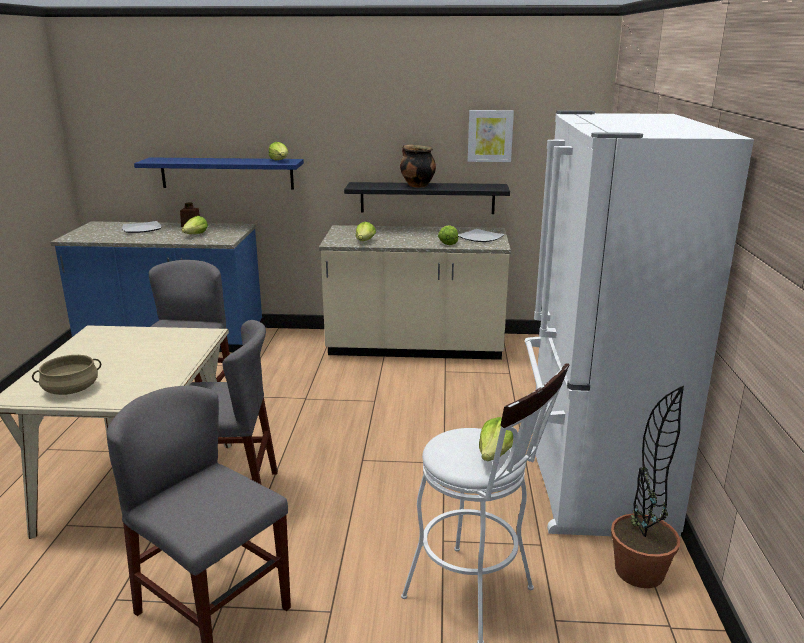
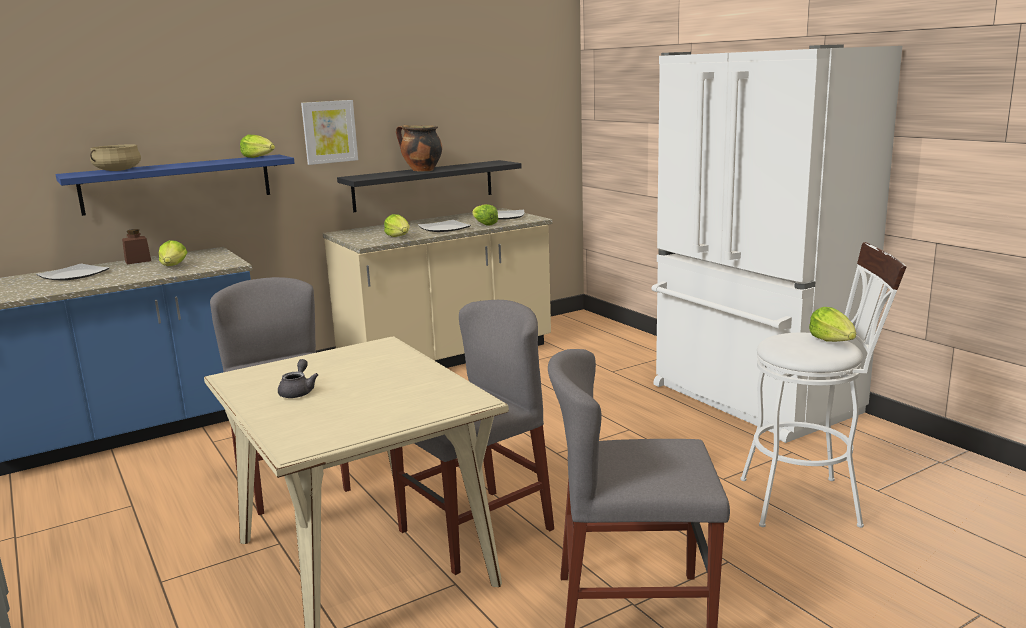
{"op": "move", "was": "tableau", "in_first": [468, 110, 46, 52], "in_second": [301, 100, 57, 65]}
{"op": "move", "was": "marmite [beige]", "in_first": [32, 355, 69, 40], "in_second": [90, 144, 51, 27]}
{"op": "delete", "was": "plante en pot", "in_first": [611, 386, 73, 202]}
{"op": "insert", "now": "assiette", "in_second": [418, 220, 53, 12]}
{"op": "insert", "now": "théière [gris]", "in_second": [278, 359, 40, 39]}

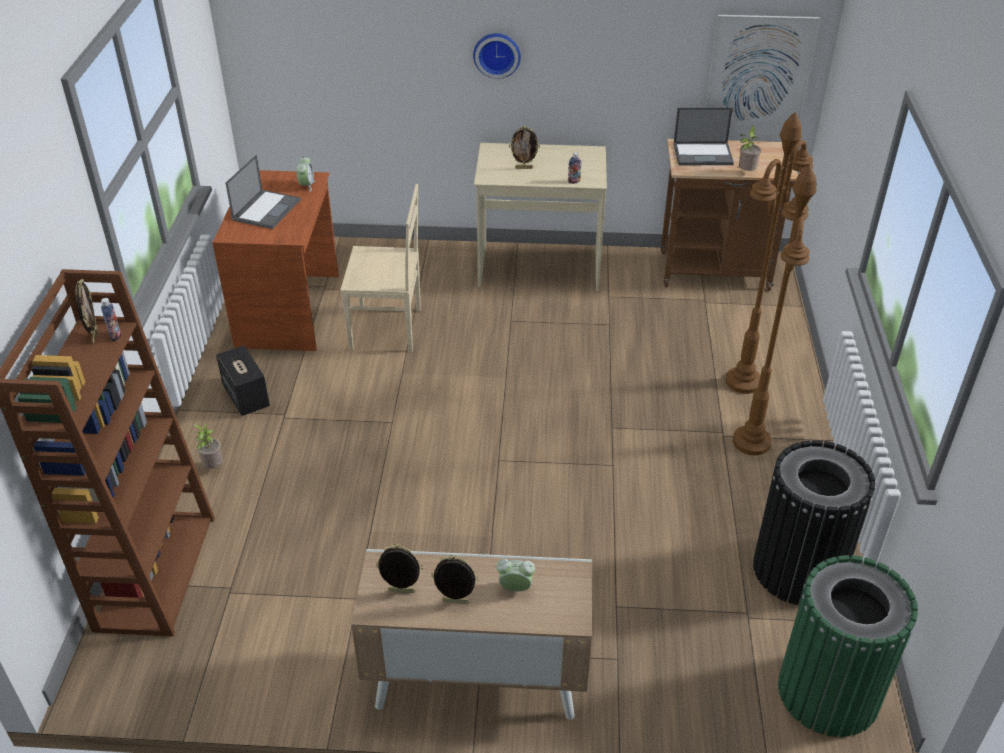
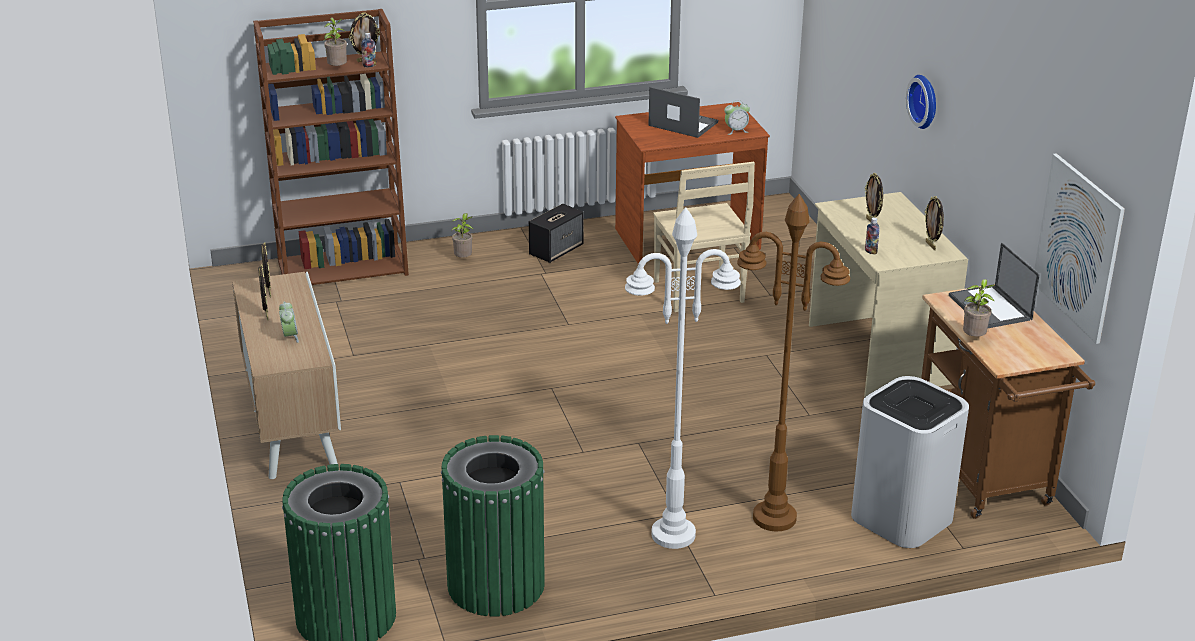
{"op": "rotate", "was": "ordinateur portable", "in_first": [226, 155, 75, 74], "in_second": [648, 87, 70, 51], "clockwise": -150}
{"op": "recolor", "was": "lampadaire [marron]", "now": "lampadaire [blanc]", "in_first": [733, 165, 83, 291], "in_second": [625, 207, 116, 342]}
{"op": "recolor", "was": "poubelle [noir]", "now": "poubelle [vert]", "in_first": [753, 440, 122, 165], "in_second": [441, 435, 104, 181]}
{"op": "insert", "now": "plante en pot", "in_second": [324, 17, 23, 49]}
{"op": "insert", "now": "cadre photo", "in_second": [925, 196, 19, 54]}
{"op": "insert", "now": "poubelle [blanc]", "in_second": [851, 376, 118, 172]}

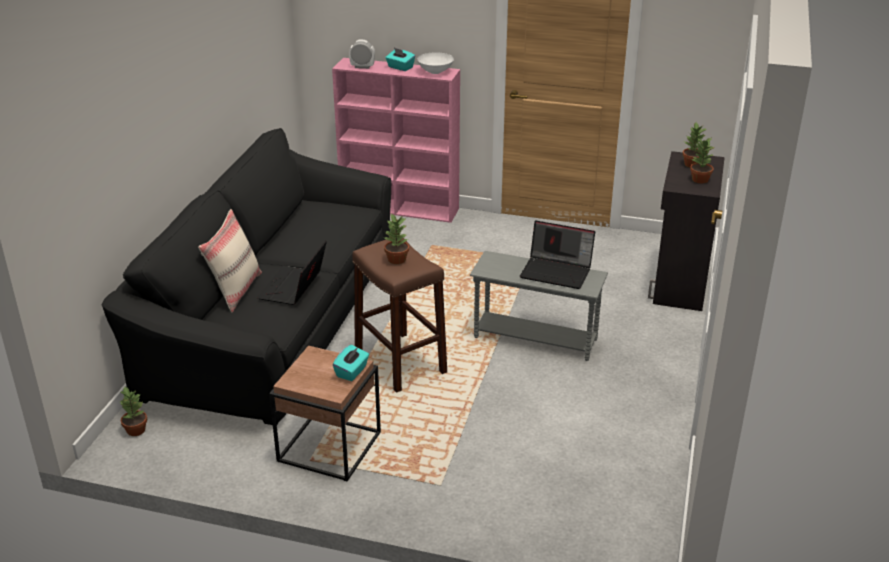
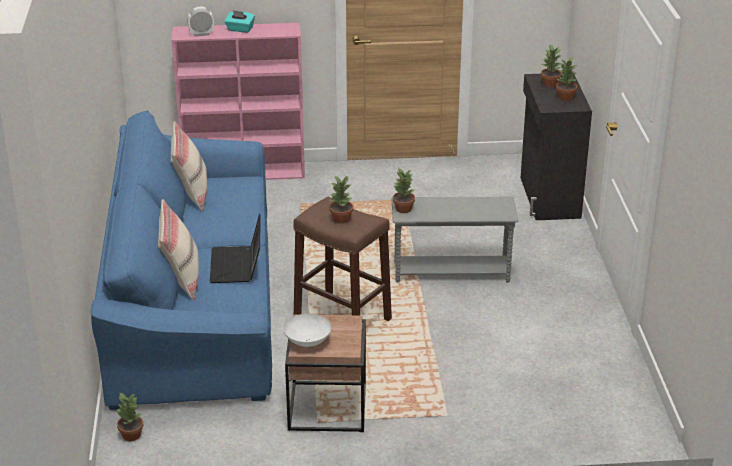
{"op": "move", "was": "bol [blanc]", "in_first": [417, 52, 37, 22], "in_second": [283, 314, 48, 33]}
{"op": "recolor", "was": "canapé [noir]", "now": "canapé [bleu]", "in_first": [102, 128, 289, 297], "in_second": [91, 110, 181, 300]}
{"op": "delete", "was": "ordinateur portable", "in_first": [520, 220, 75, 69]}
{"op": "delete", "was": "boîte à mouchoirs [turquoise]", "in_first": [333, 345, 36, 36]}
{"op": "insert", "now": "coussin [beige]", "in_second": [171, 121, 36, 90]}
{"op": "insert", "now": "plante en pot", "in_second": [393, 168, 22, 45]}

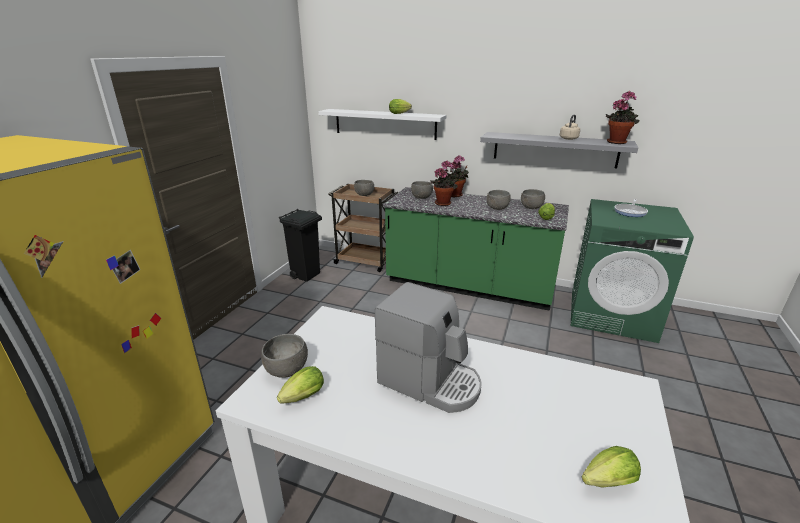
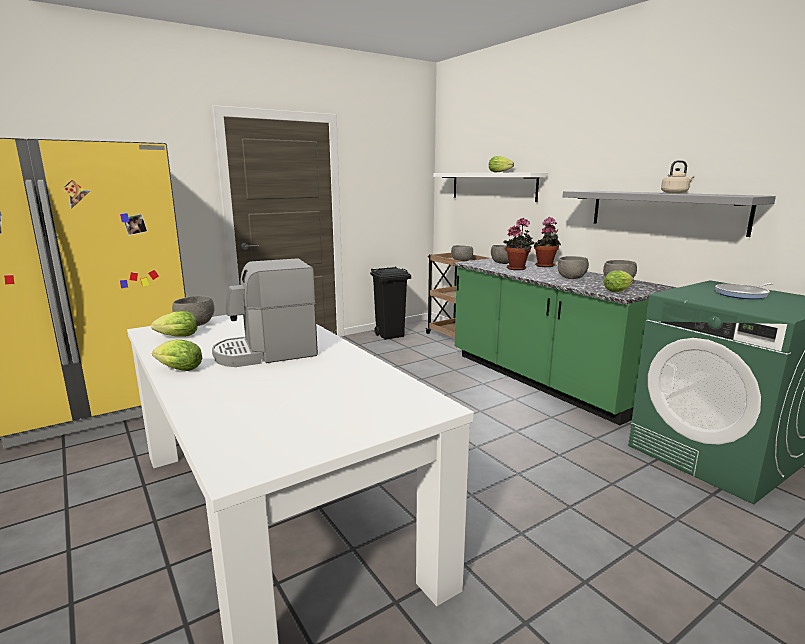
{"op": "delete", "was": "plante en pot", "in_first": [606, 91, 33, 53]}
{"op": "rotate", "was": "machine à café", "in_first": [375, 282, 107, 131], "in_second": [212, 258, 106, 109], "clockwise": 90}
{"op": "move", "was": "laitue", "in_first": [582, 446, 59, 42], "in_second": [152, 340, 50, 31]}

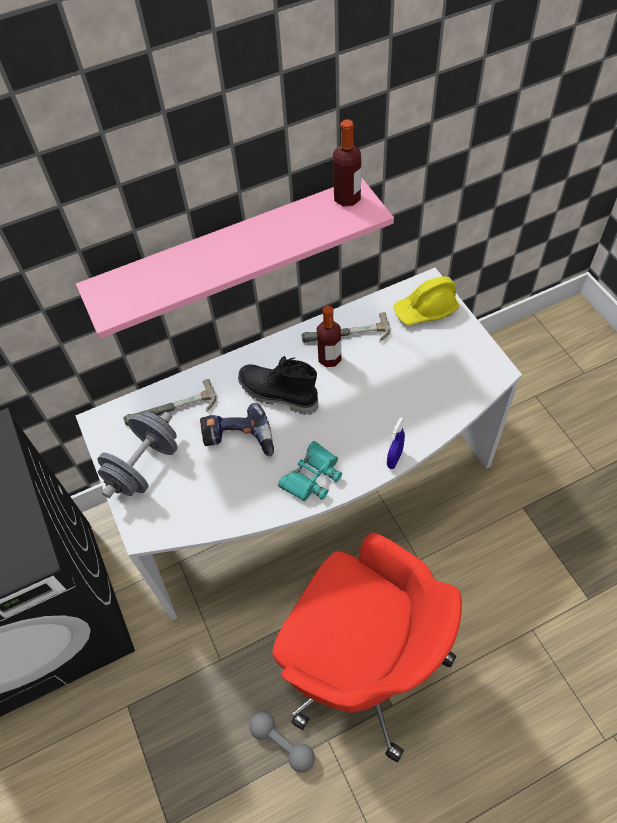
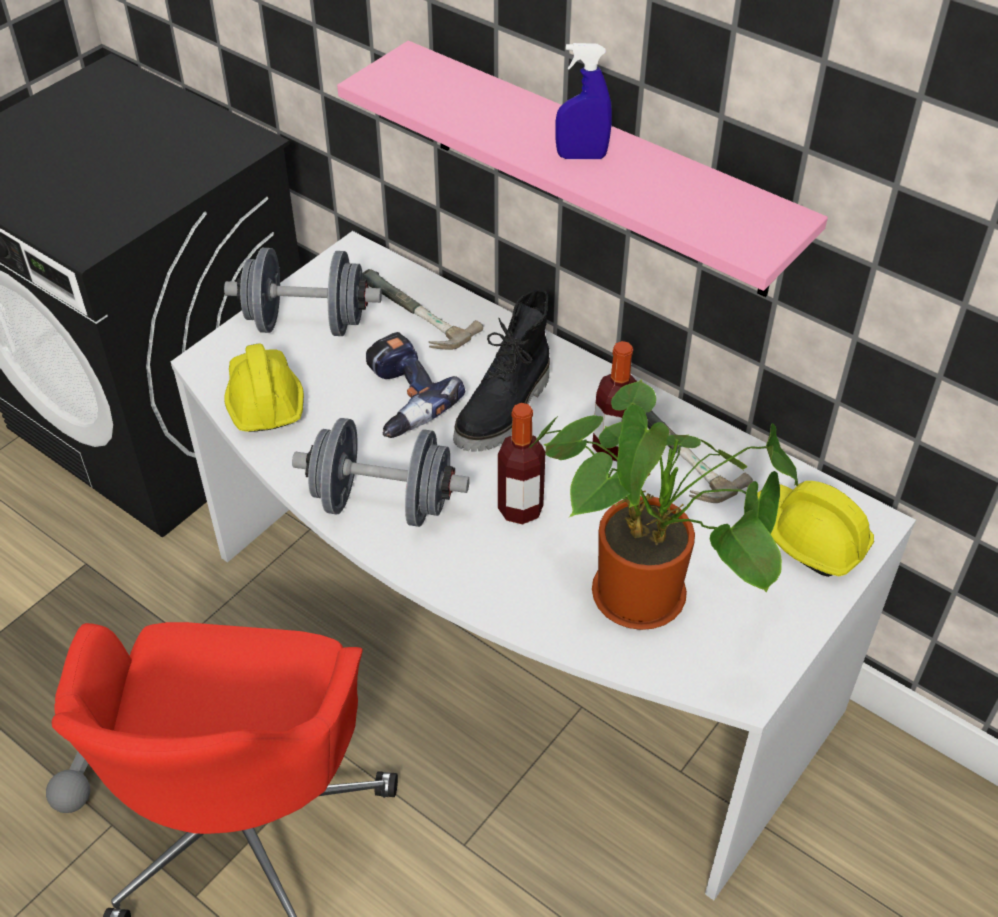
{"op": "move", "was": "bouteille", "in_first": [333, 119, 28, 88], "in_second": [498, 403, 47, 121]}
{"op": "rotate", "was": "botte [noir]", "in_first": [238, 356, 80, 59], "in_second": [453, 290, 97, 162], "clockwise": -150}
{"op": "move", "was": "vaporisateur [bleu]", "in_first": [387, 417, 18, 52], "in_second": [555, 43, 57, 116]}
{"op": "replace", "was": "jumelles [turquoise]", "now": "haltère [gris]", "in_first": [278, 441, 64, 60], "in_second": [292, 418, 178, 109]}
{"op": "insert", "now": "casque de chantier [jaune]", "in_second": [225, 343, 79, 89]}
{"op": "insert", "now": "plante en pot", "in_second": [529, 379, 269, 251]}

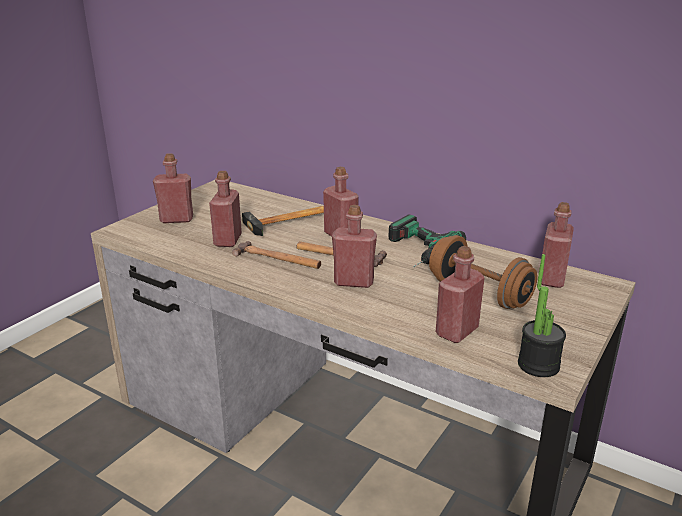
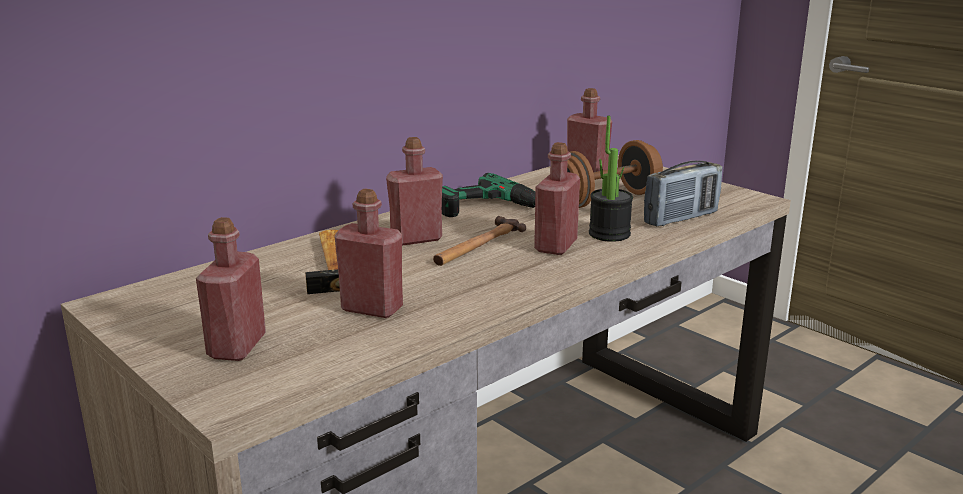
{"op": "delete", "was": "marteau", "in_first": [232, 241, 89, 28]}
{"op": "replace", "was": "bouteille [rouge]", "now": "radio", "in_first": [436, 246, 49, 97], "in_second": [644, 161, 78, 66]}
{"op": "move", "was": "plante en pot", "in_first": [518, 254, 48, 123], "in_second": [589, 116, 44, 126]}

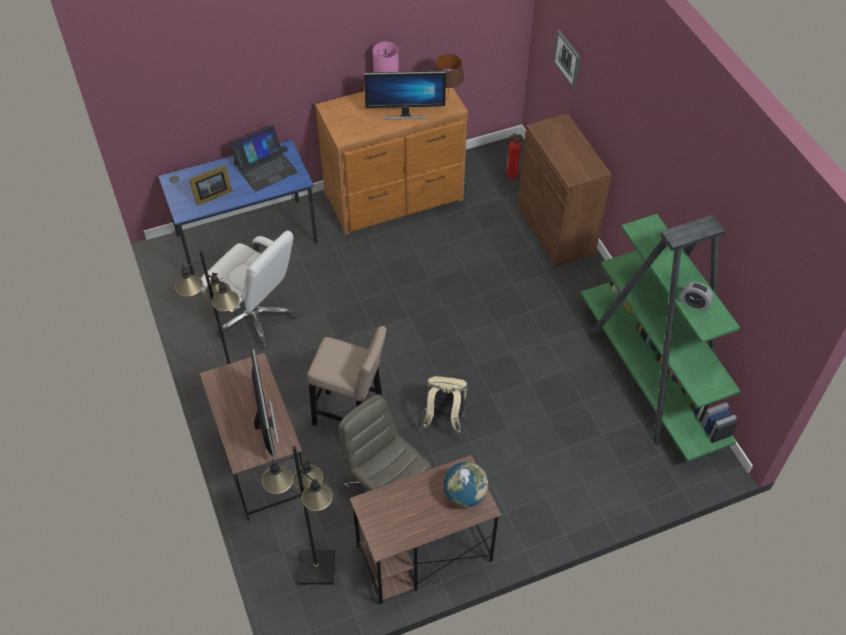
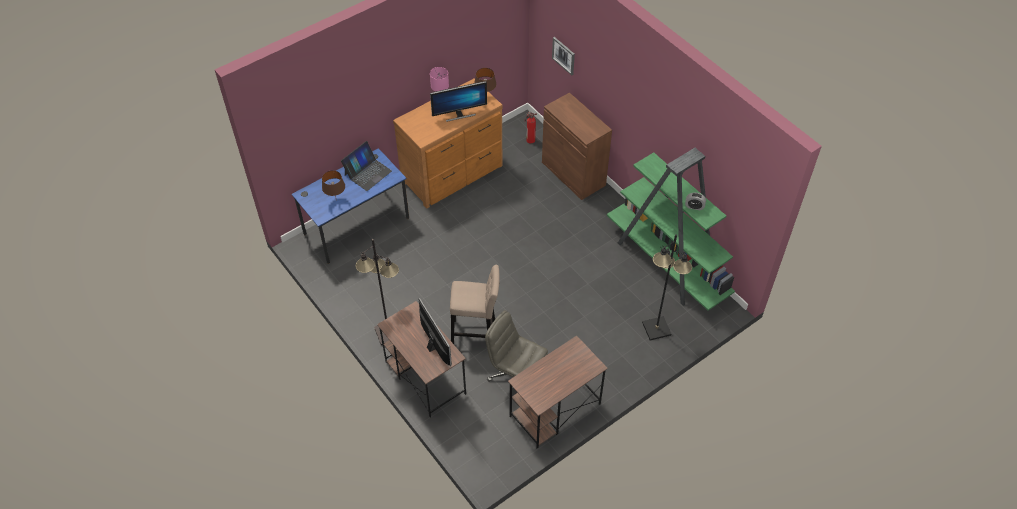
{"op": "replace", "was": "cadre photo", "now": "lampe de table [marron]", "in_first": [189, 165, 43, 41], "in_second": [322, 170, 23, 31]}
{"op": "delete", "was": "chaise de bureau [blanc]", "in_first": [201, 231, 95, 118]}
{"op": "delete", "was": "sac à dos [beige]", "in_first": [423, 376, 45, 57]}
{"op": "move", "was": "lampadaire [noir]", "in_first": [262, 446, 73, 139], "in_second": [642, 234, 50, 107]}
{"op": "delete", "was": "globe", "in_first": [444, 462, 44, 45]}

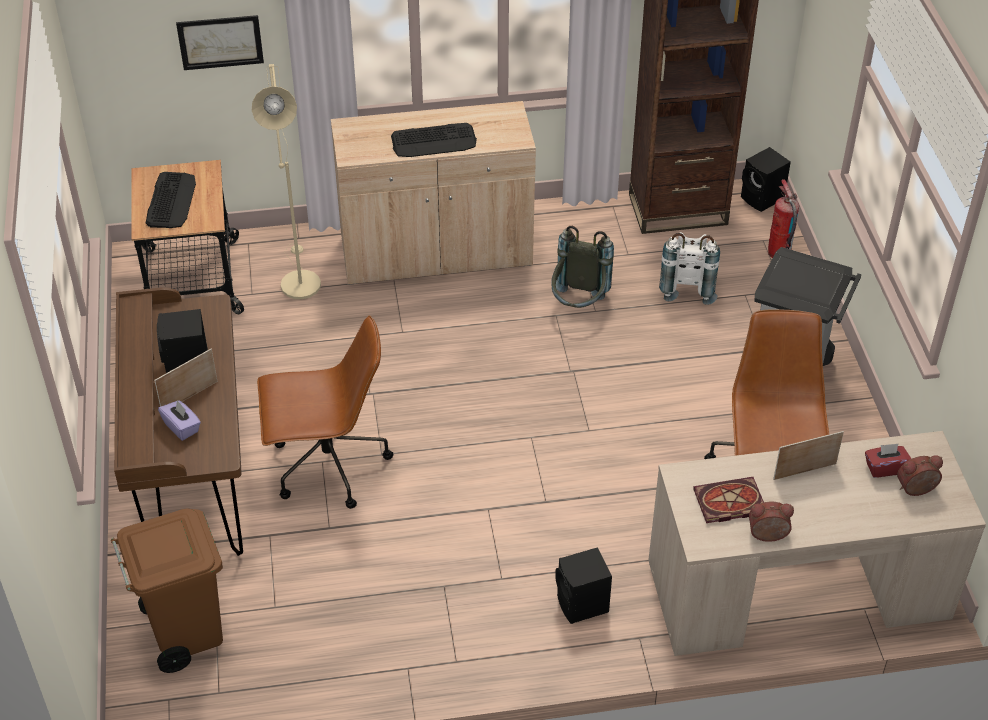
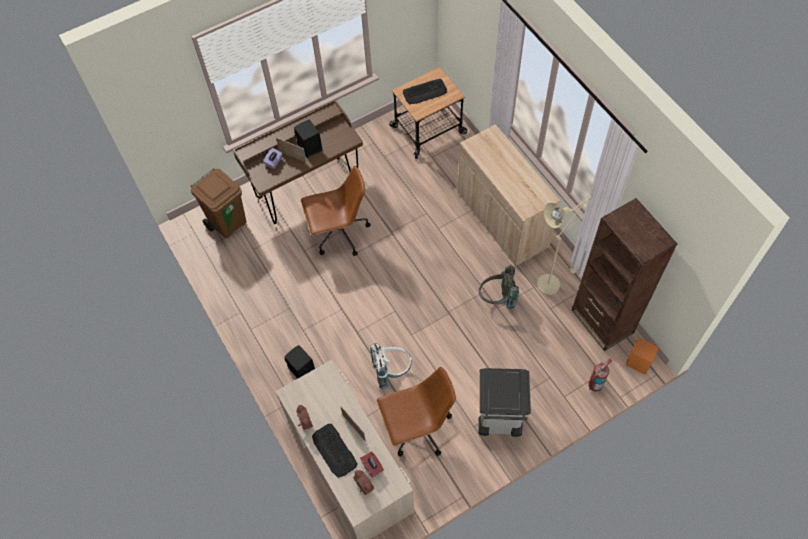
{"op": "delete", "was": "tableau", "in_first": [176, 15, 88, 55]}
{"op": "move", "was": "lampadaire [beige]", "in_first": [252, 64, 69, 235], "in_second": [537, 195, 54, 100]}
{"op": "move", "was": "clavier", "in_first": [391, 123, 86, 34], "in_second": [312, 424, 45, 54]}
{"op": "recolor", "was": "enceinte [noir]", "now": "enceinte [orange]", "in_first": [741, 147, 50, 65], "in_second": [626, 338, 33, 36]}
{"op": "move", "was": "sac à dos [blanc]", "in_first": [659, 232, 61, 73], "in_second": [370, 343, 42, 47]}
{"op": "rotate", "was": "chaise de bureau [marron]", "in_first": [257, 315, 136, 194], "in_second": [301, 166, 70, 90], "clockwise": -75}
{"op": "delete", "was": "livre", "in_first": [693, 477, 71, 46]}

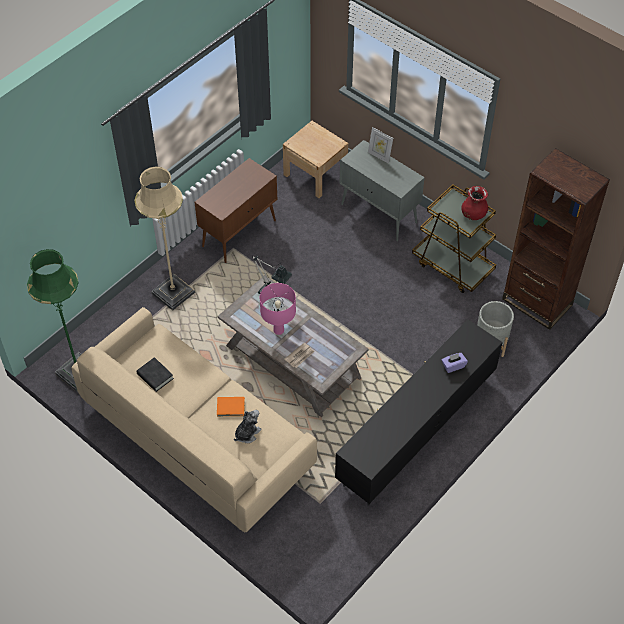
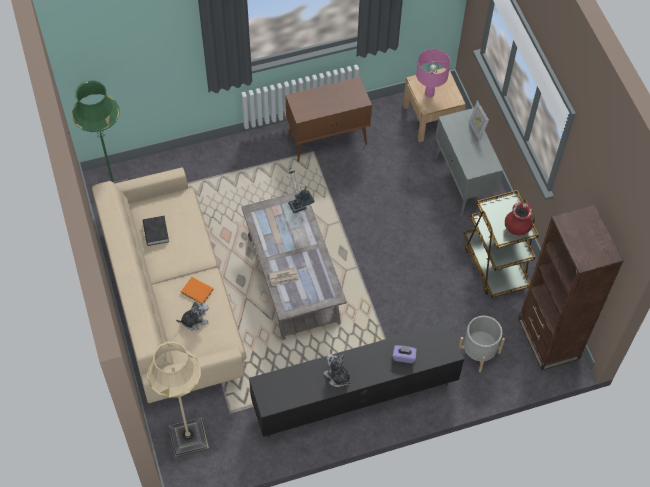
{"op": "move", "was": "lampadaire [beige]", "in_first": [134, 166, 61, 145], "in_second": [147, 341, 62, 117]}
{"op": "move", "was": "lampe de table [rose]", "in_first": [260, 283, 36, 52], "in_second": [416, 49, 34, 48]}
{"op": "insert", "now": "peluche", "in_second": [323, 353, 29, 34]}

